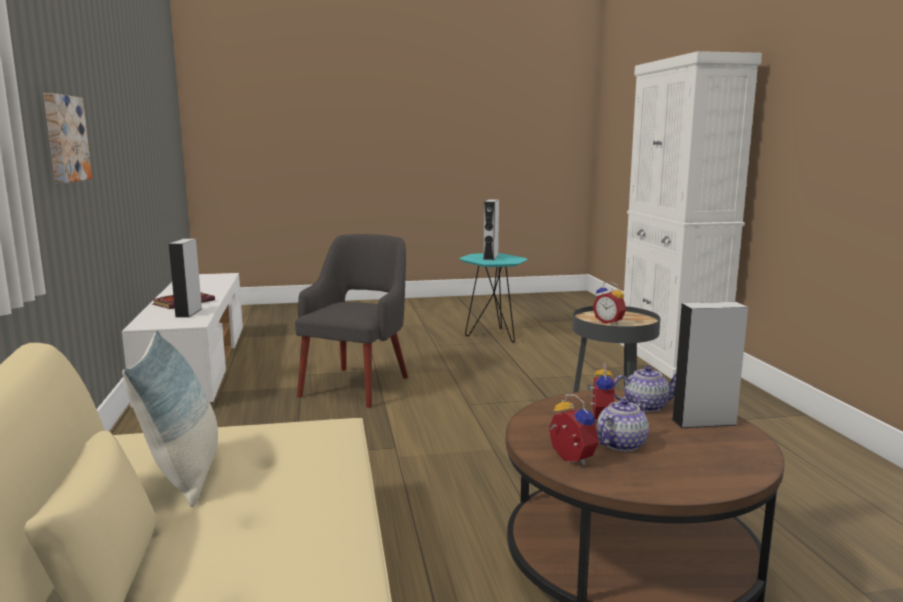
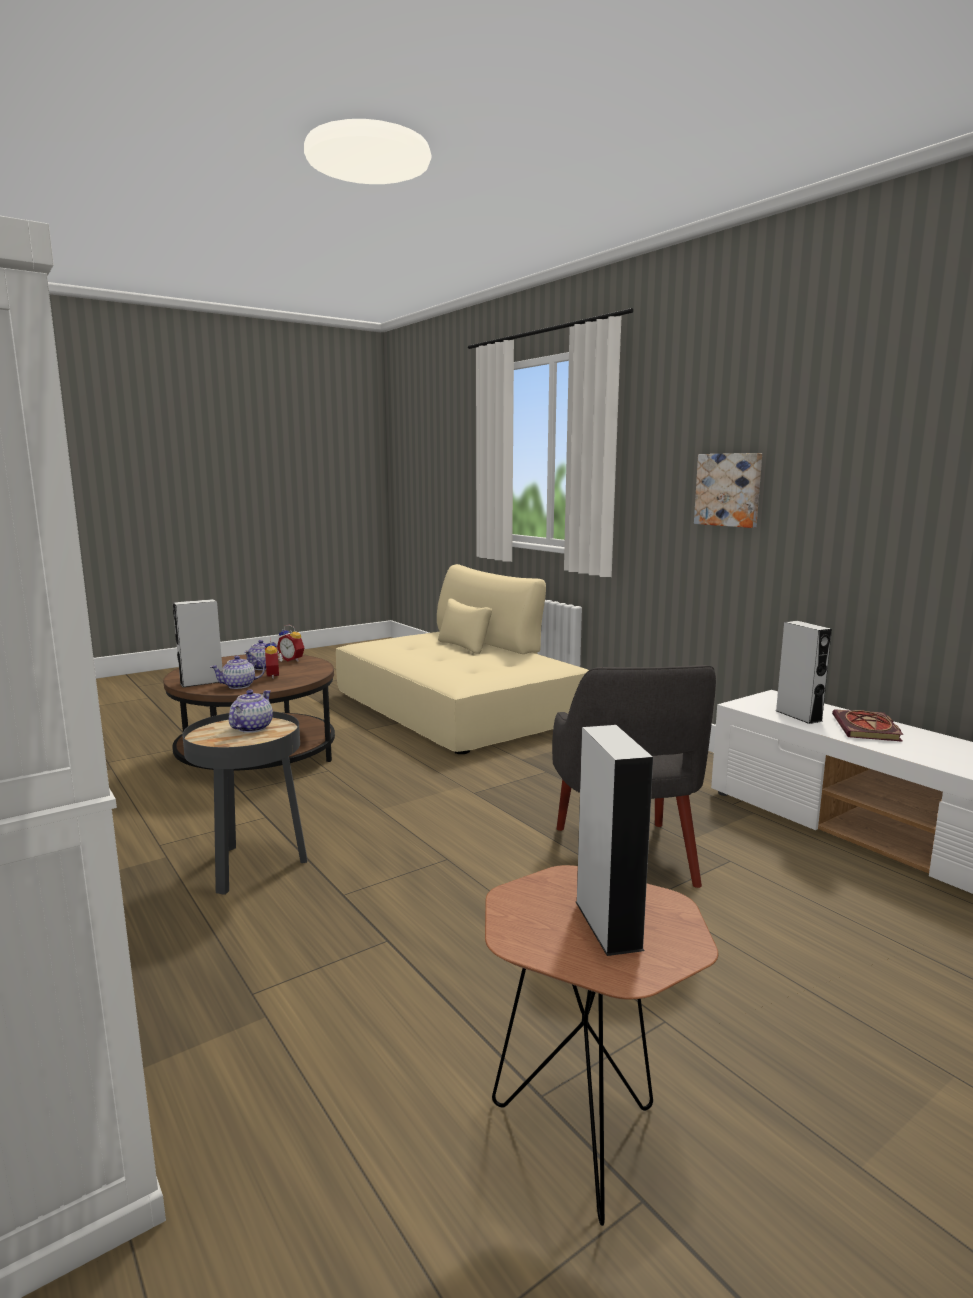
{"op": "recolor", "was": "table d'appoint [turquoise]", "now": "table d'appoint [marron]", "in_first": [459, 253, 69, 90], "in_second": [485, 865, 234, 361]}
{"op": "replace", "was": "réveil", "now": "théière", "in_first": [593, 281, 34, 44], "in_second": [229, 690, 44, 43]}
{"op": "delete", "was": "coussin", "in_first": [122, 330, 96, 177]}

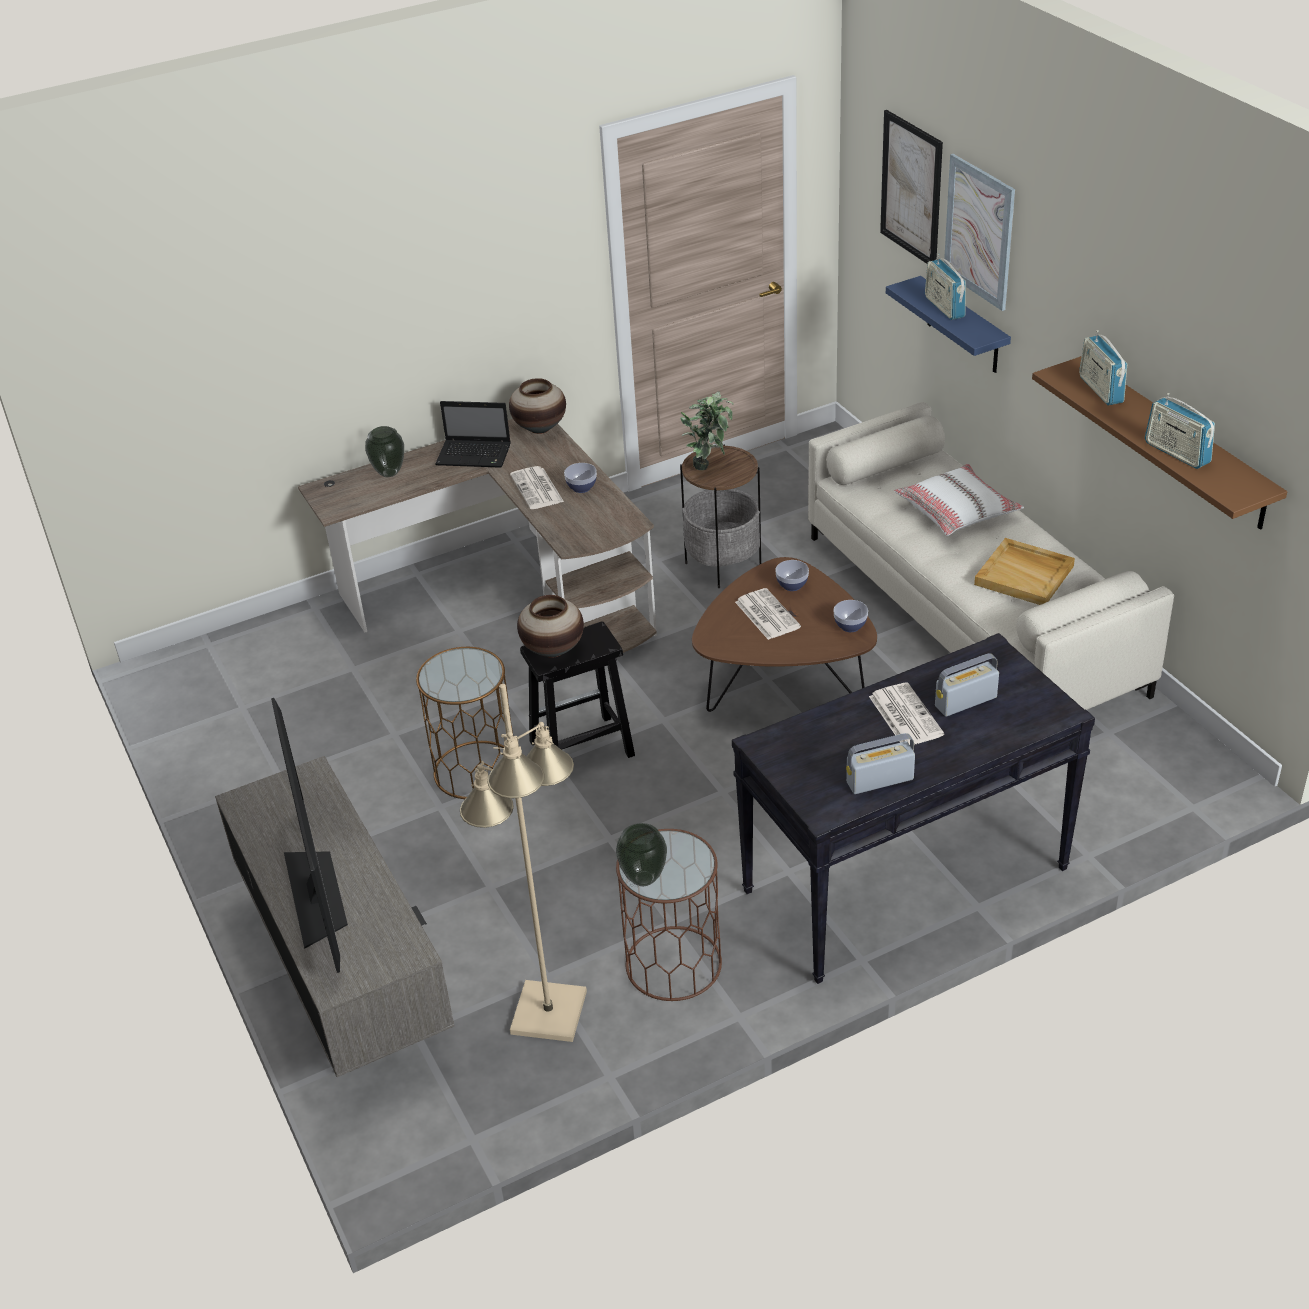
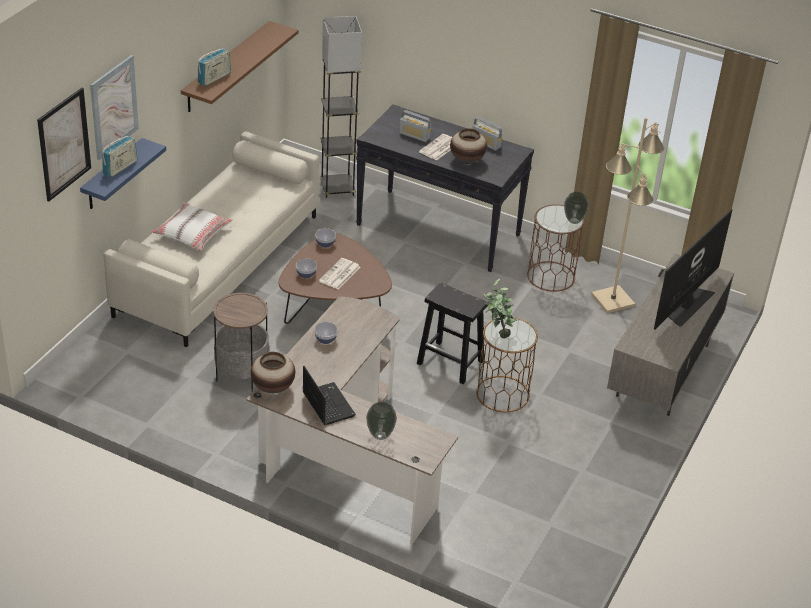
{"op": "move", "was": "plante en pot", "in_first": [680, 391, 54, 79], "in_second": [484, 278, 33, 60]}
{"op": "delete", "was": "radio", "in_first": [1145, 393, 70, 76]}
{"op": "delete", "was": "journal", "in_first": [510, 466, 54, 43]}
{"op": "delete", "was": "plateau [beige]", "in_first": [974, 538, 101, 67]}
{"op": "move", "was": "vase", "in_first": [517, 595, 67, 63], "in_second": [450, 128, 37, 36]}
{"op": "insert", "now": "lampadaire [gris]", "in_second": [320, 16, 42, 182]}

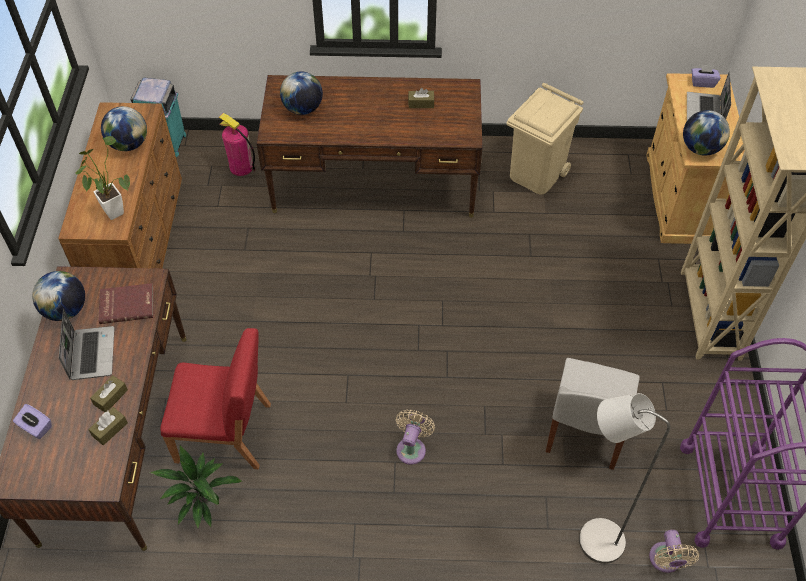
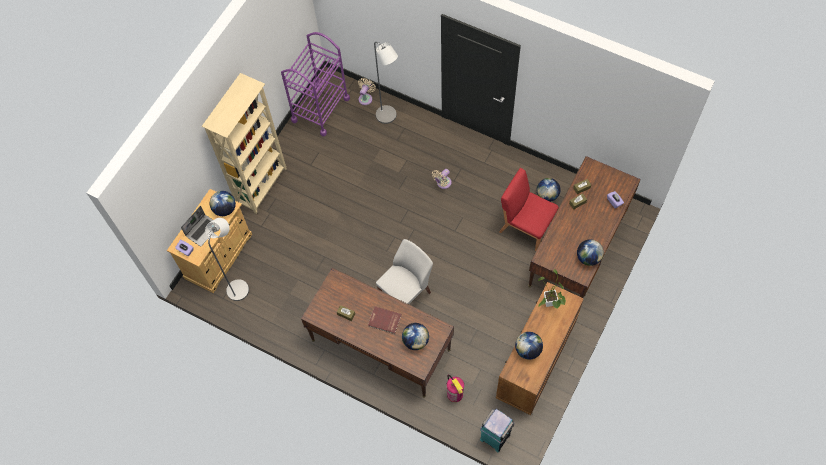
{"op": "delete", "was": "poubelle [beige]", "in_first": [506, 83, 78, 112]}
{"op": "move", "was": "livre [rouge]", "in_first": [99, 283, 55, 41], "in_second": [368, 306, 34, 28]}
{"op": "delete", "was": "ordinateur portable", "in_first": [59, 309, 56, 71]}
{"op": "move", "was": "chaise [blanc]", "in_first": [546, 358, 94, 112], "in_second": [376, 239, 57, 65]}
{"op": "replace", "was": "plante en pot", "now": "globe", "in_first": [150, 445, 92, 83], "in_second": [537, 178, 24, 24]}
{"op": "insert", "now": "lampadaire [gris]", "in_second": [205, 218, 44, 83]}

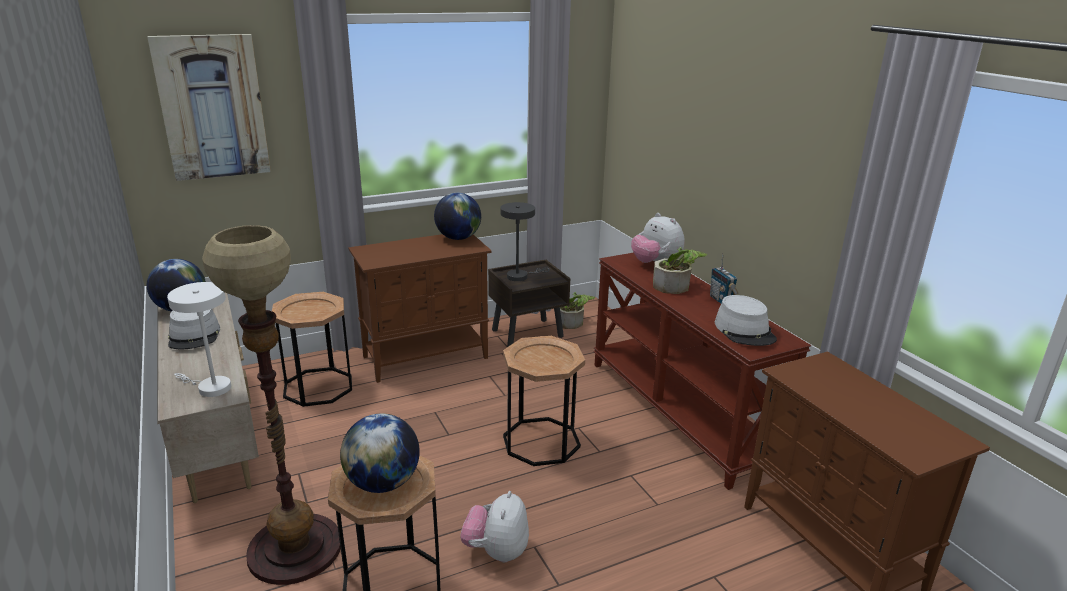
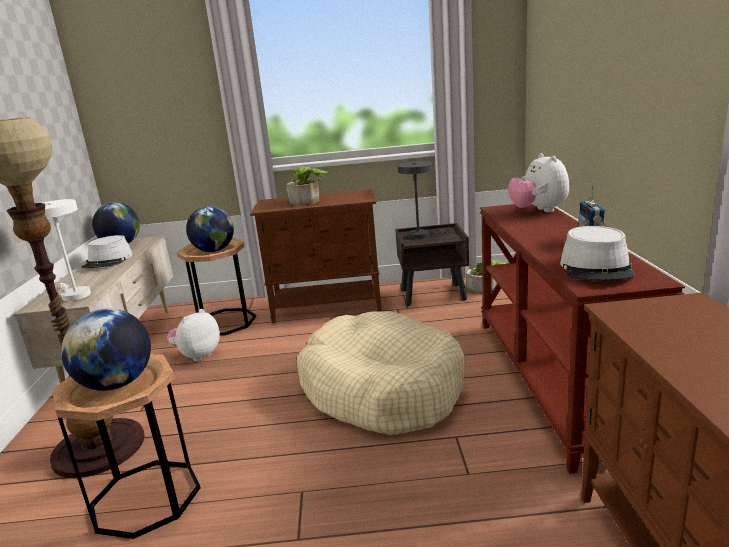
{"op": "delete", "was": "tableau", "in_first": [147, 34, 124, 147]}
{"op": "move", "was": "globe", "in_first": [434, 193, 47, 47], "in_second": [186, 206, 48, 46]}
{"op": "move", "was": "plante en pot", "in_first": [653, 247, 54, 47], "in_second": [286, 166, 43, 40]}
{"op": "replace", "was": "table d'appoint [marron]", "now": "panier pour chien [beige]", "in_first": [503, 336, 82, 130], "in_second": [297, 311, 168, 125]}
{"op": "move", "was": "peluche", "in_first": [460, 491, 69, 71], "in_second": [167, 309, 53, 53]}

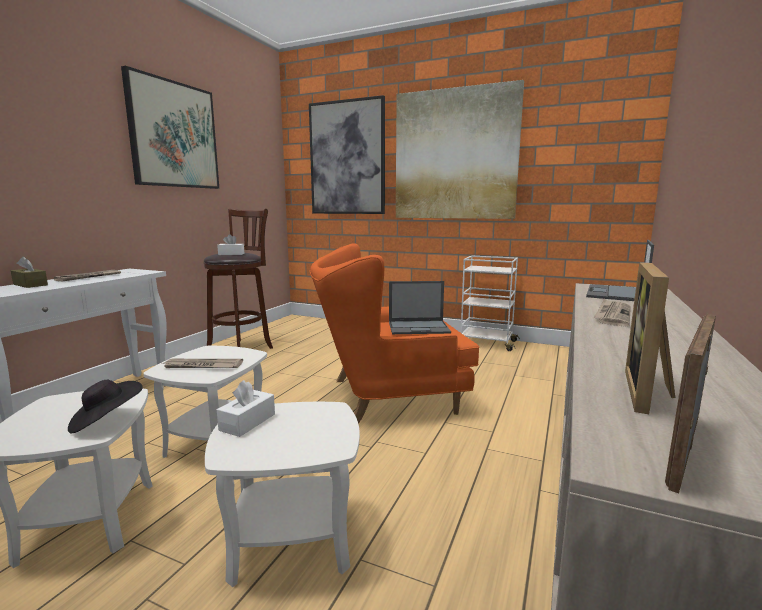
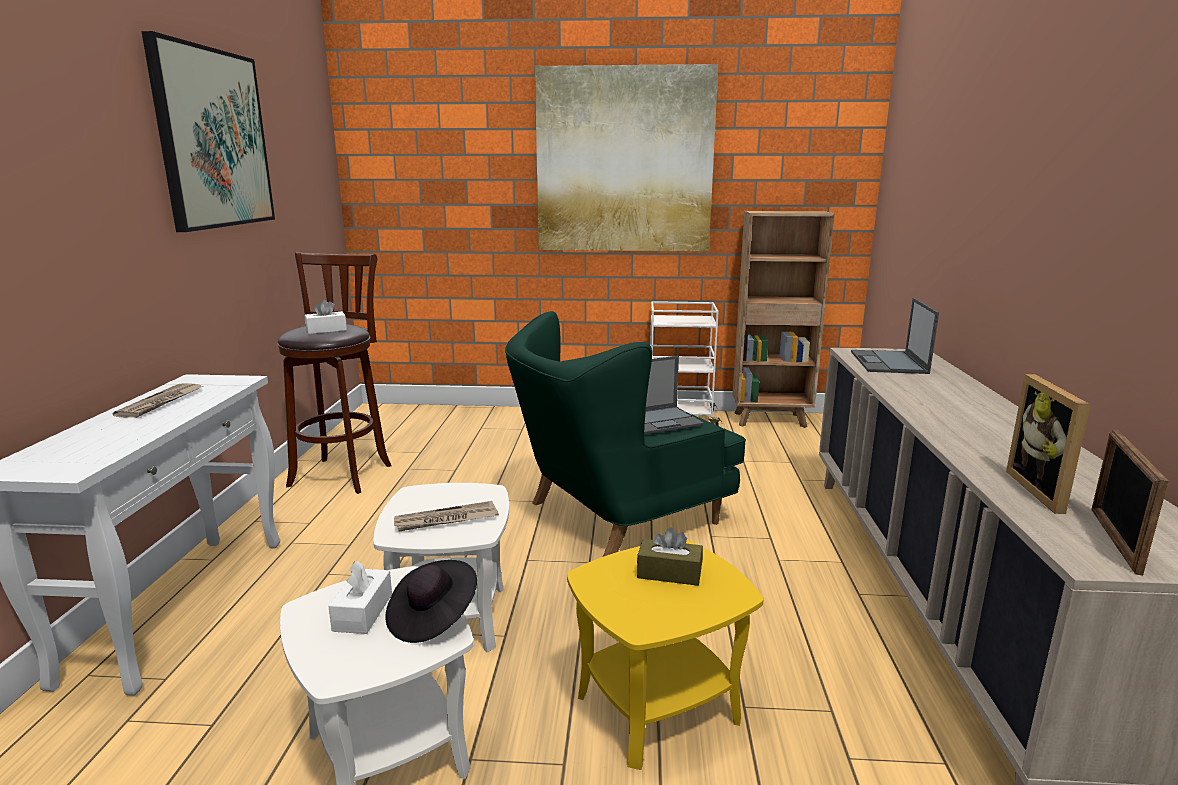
{"op": "delete", "was": "tableau", "in_first": [309, 95, 76, 119]}
{"op": "recolor", "was": "fauteuil [orange]", "now": "fauteuil [vert]", "in_first": [309, 243, 171, 181], "in_second": [505, 311, 241, 246]}
{"op": "move", "was": "boîte à mouchoirs [marron]", "in_first": [11, 256, 37, 32], "in_second": [637, 528, 66, 58]}
{"op": "delete", "was": "journal", "in_first": [594, 299, 37, 27]}
{"op": "move", "was": "boîte à mouchoirs [blanc]", "in_first": [217, 380, 58, 57], "in_second": [328, 561, 64, 73]}
{"op": "recolor", "was": "table d'appoint [blanc]", "now": "table d'appoint [jaune]", "in_first": [205, 402, 155, 185], "in_second": [567, 540, 197, 230]}
{"op": "insert", "now": "bibliothèque [marron]", "in_second": [733, 211, 102, 217]}

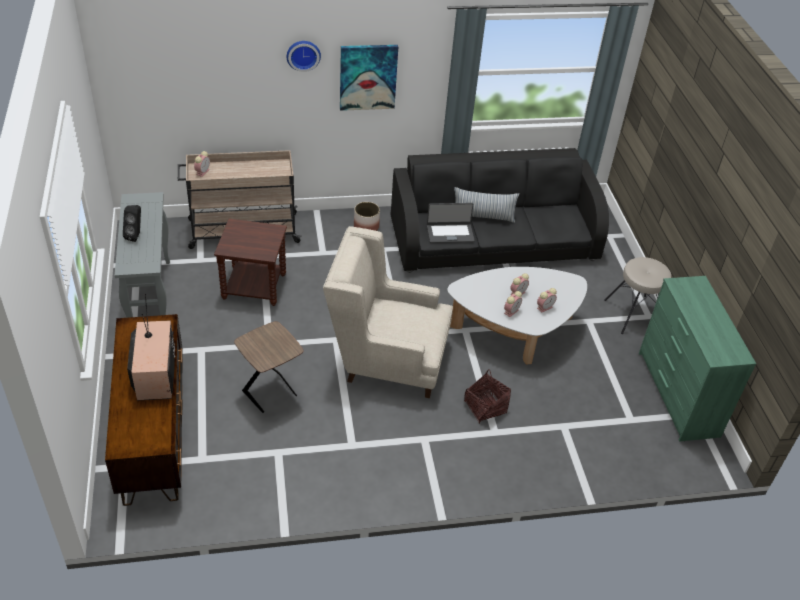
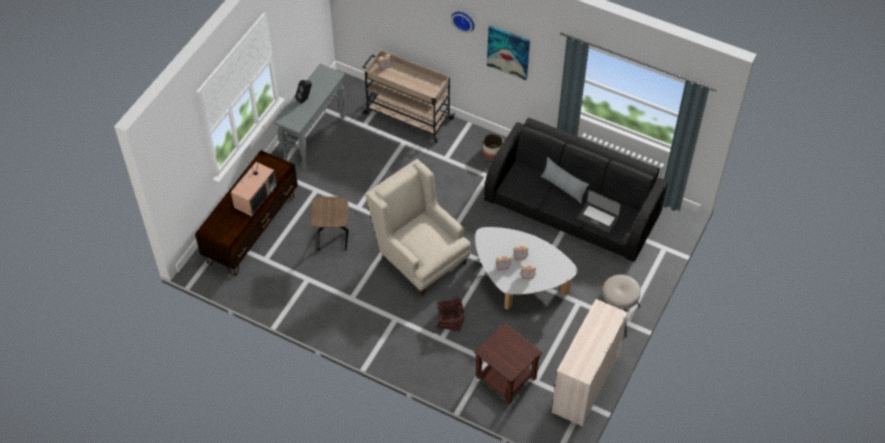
{"op": "move", "was": "ordinateur portable", "in_first": [427, 203, 48, 40], "in_second": [577, 190, 44, 43]}
{"op": "move", "was": "table d'appoint [marron]", "in_first": [214, 219, 73, 87], "in_second": [474, 323, 68, 81]}
{"op": "recolor", "was": "commode [vert]", "now": "commode [beige]", "in_first": [639, 276, 117, 166], "in_second": [552, 299, 76, 128]}

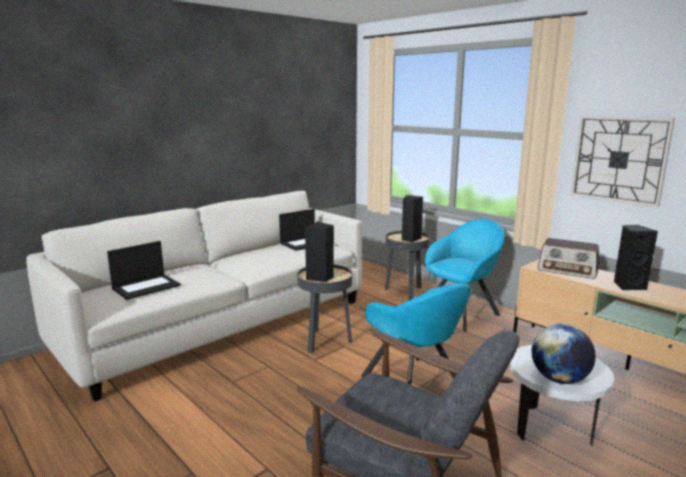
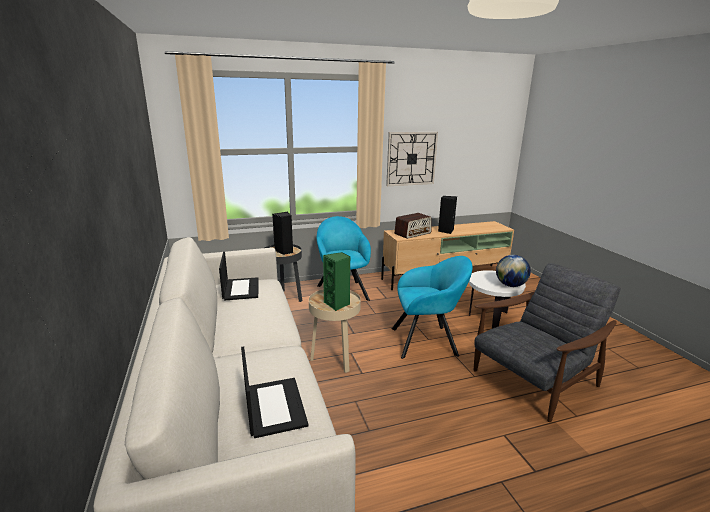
{"op": "recolor", "was": "enceinte [noir]", "now": "enceinte [vert]", "in_first": [305, 222, 29, 60], "in_second": [323, 252, 27, 59]}
{"op": "recolor", "was": "table d'appoint [noir]", "now": "table d'appoint [beige]", "in_first": [297, 265, 55, 88], "in_second": [309, 289, 52, 84]}

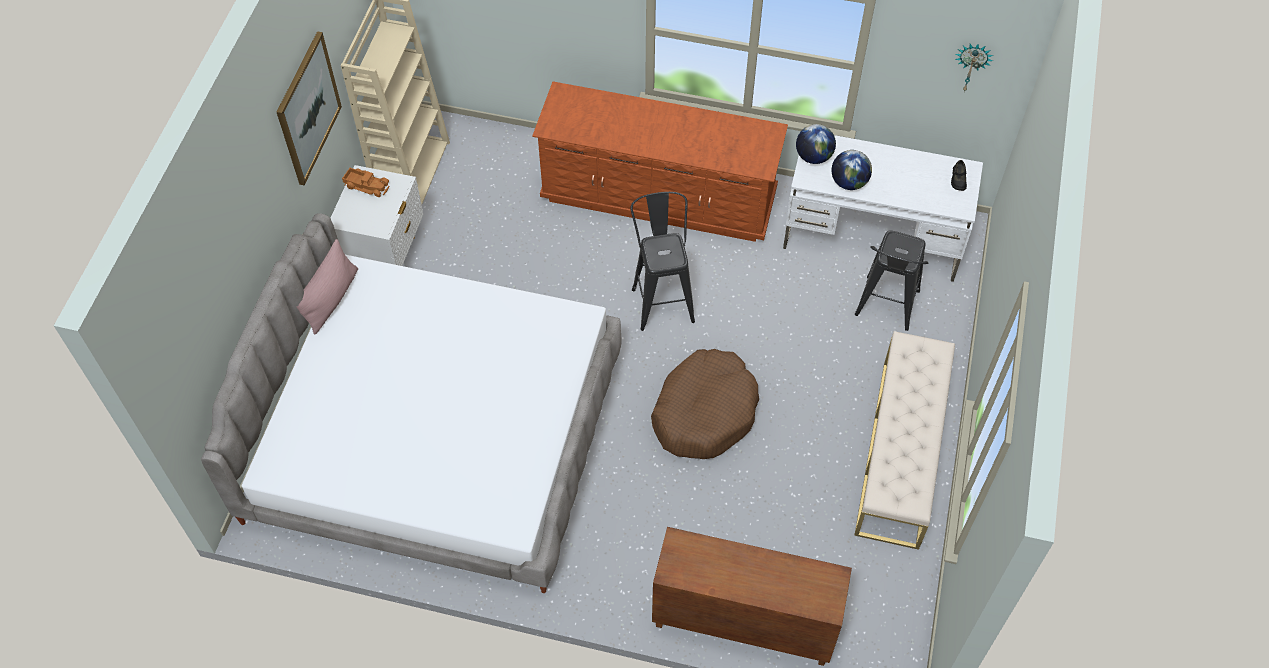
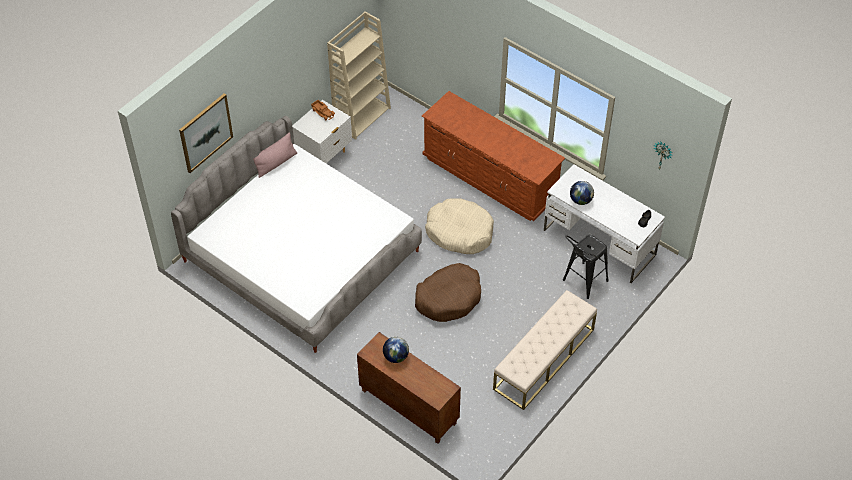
{"op": "move", "was": "tableau", "in_first": [277, 31, 65, 155], "in_second": [179, 93, 54, 80]}
{"op": "move", "was": "globe", "in_first": [796, 124, 40, 40], "in_second": [383, 337, 26, 26]}
{"op": "replace", "was": "tabouret [noir]", "now": "panier pour chien [beige]", "in_first": [630, 192, 65, 139], "in_second": [425, 198, 69, 56]}

